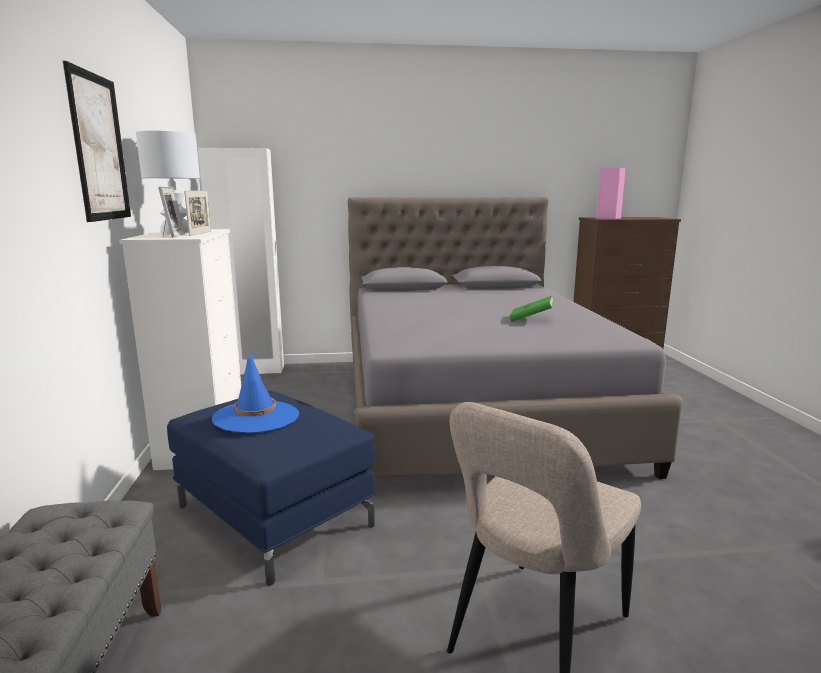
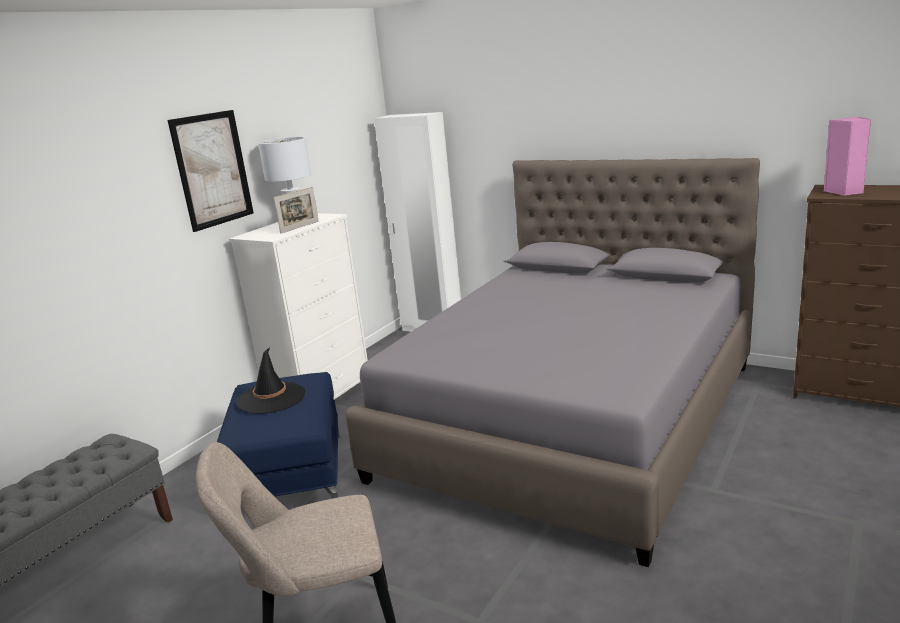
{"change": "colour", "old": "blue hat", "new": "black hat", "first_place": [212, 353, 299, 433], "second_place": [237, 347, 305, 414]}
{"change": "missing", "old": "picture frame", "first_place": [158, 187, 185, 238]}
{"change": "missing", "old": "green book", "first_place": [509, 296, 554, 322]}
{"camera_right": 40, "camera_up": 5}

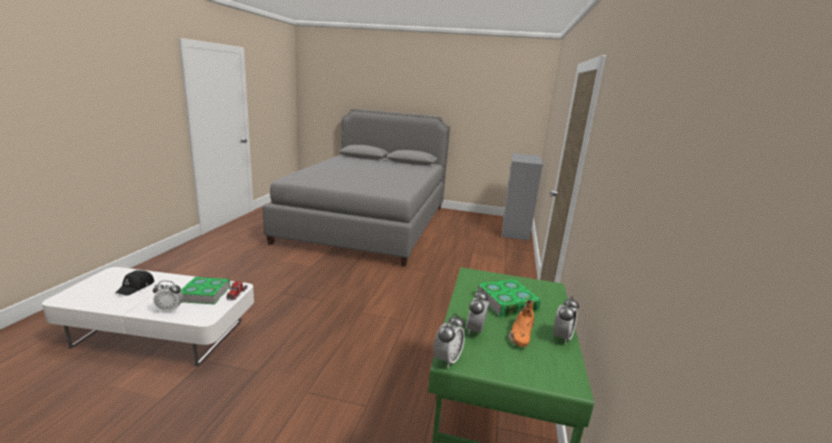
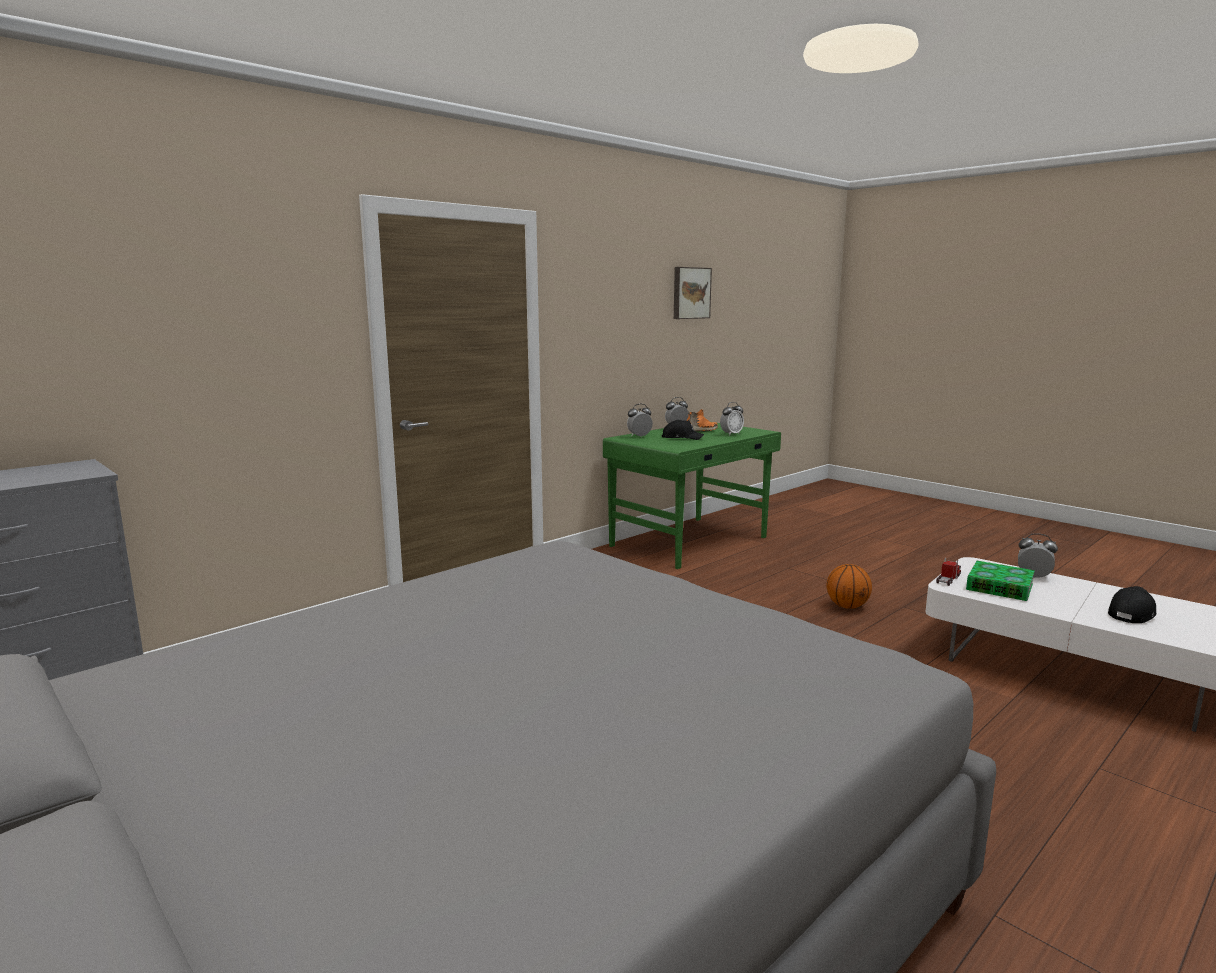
{"change": "relocated", "old": "alarm clock", "first_place": [433, 314, 465, 368], "second_place": [627, 404, 653, 437]}
{"change": "exchanged", "old": "book", "new": "black cap", "first_place": [478, 279, 541, 317], "second_place": [662, 420, 704, 440]}
{"change": "appeared", "new": "picture", "second_place": [674, 267, 712, 319]}
{"change": "appeared", "new": "basketball", "second_place": [826, 564, 872, 609]}
{"camera_right": -145, "camera_up": -5}

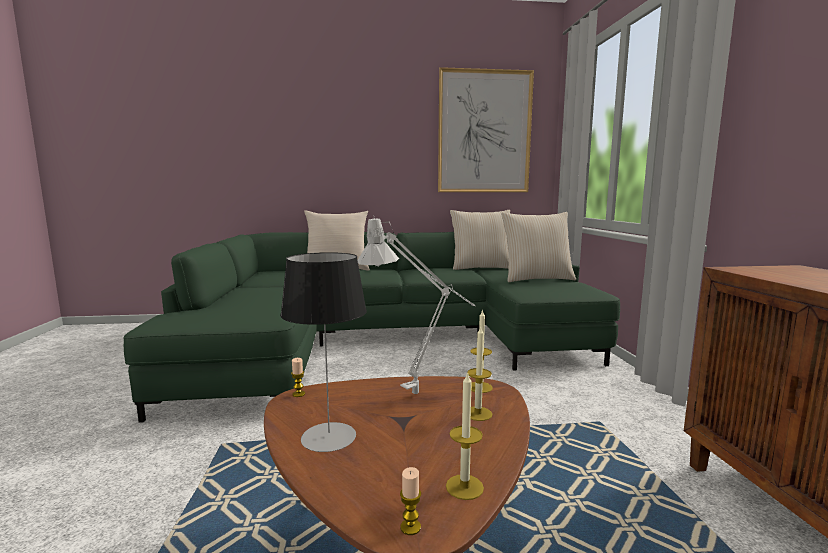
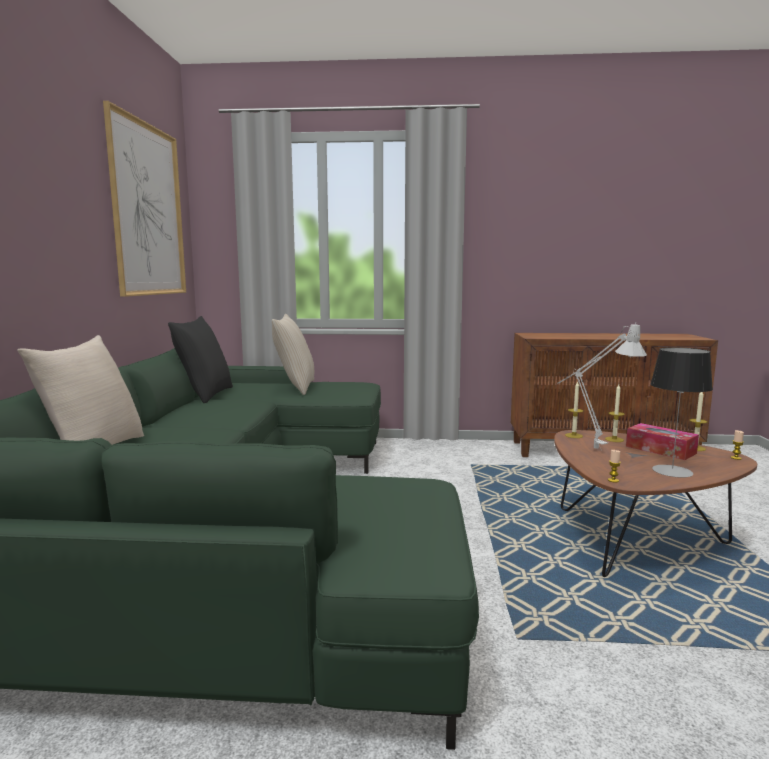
{"change": "colour", "old": "beige pillow", "new": "black pillow", "first_place": [450, 210, 510, 270], "second_place": [168, 316, 233, 403]}
{"change": "appeared", "new": "tissue box", "second_place": [626, 423, 699, 460]}
{"camera_right": -80, "camera_up": 0}

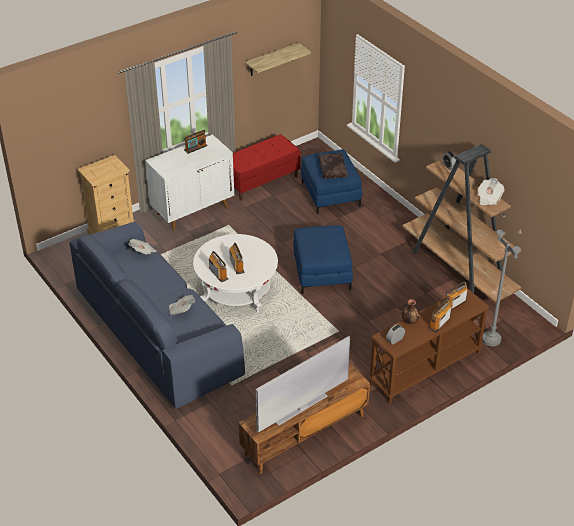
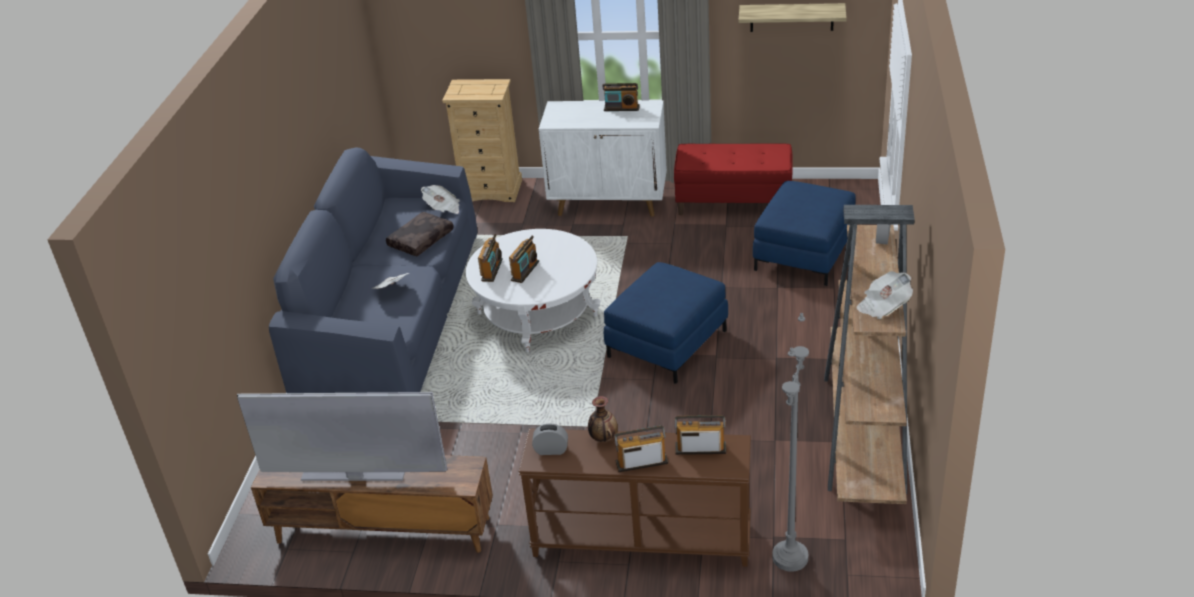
{"change": "relocated", "old": "brown pillow", "first_place": [319, 153, 348, 179], "second_place": [386, 212, 454, 256]}
{"camera_right": 45, "camera_up": -5}

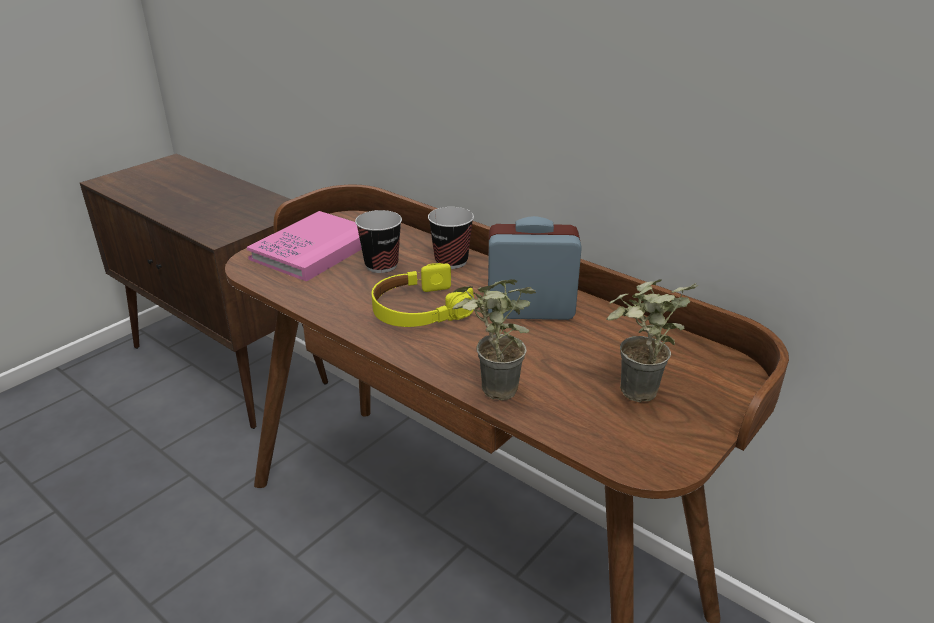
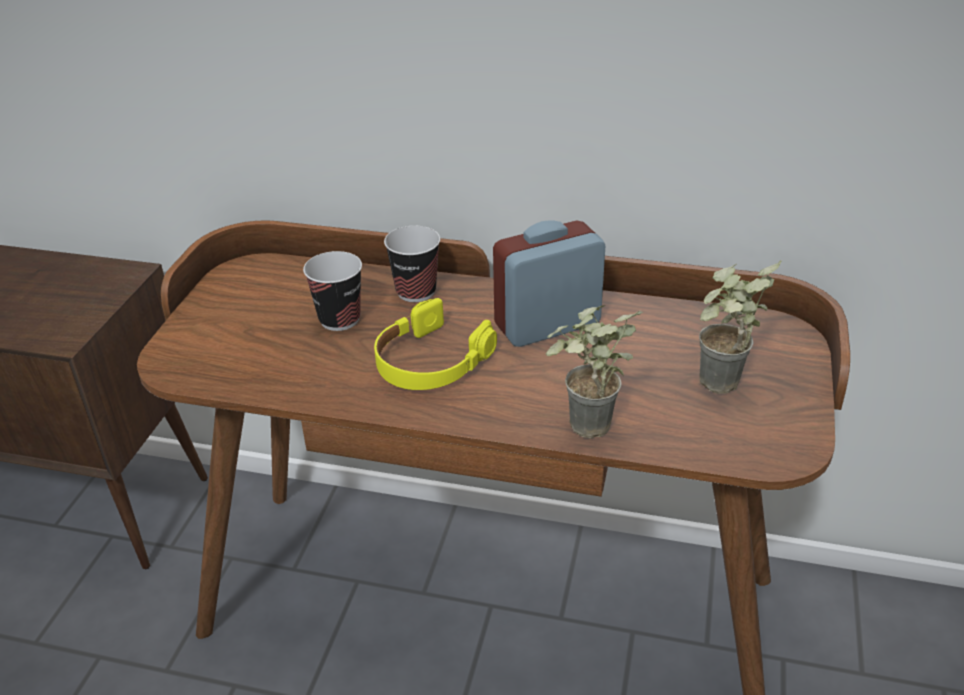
{"change": "missing", "old": "pink book", "first_place": [247, 211, 362, 282]}
{"camera_right": -25, "camera_up": 5}

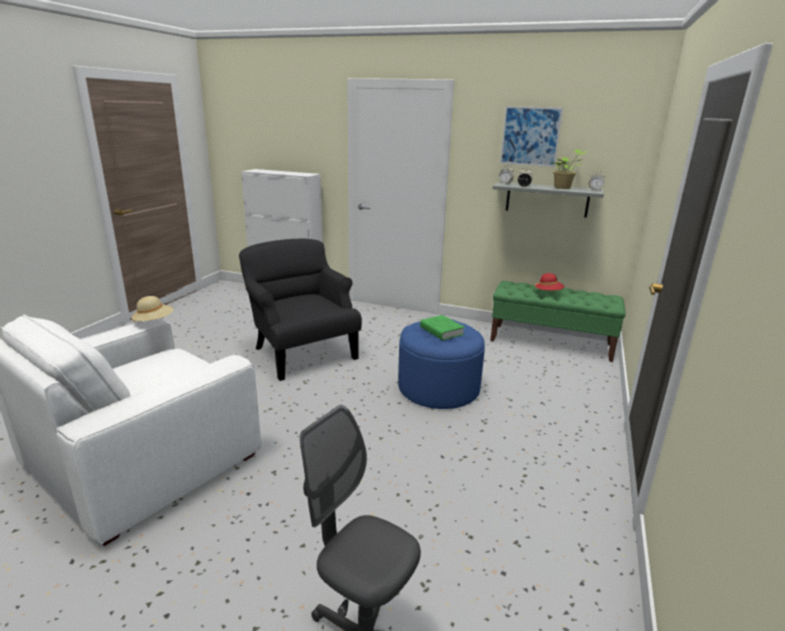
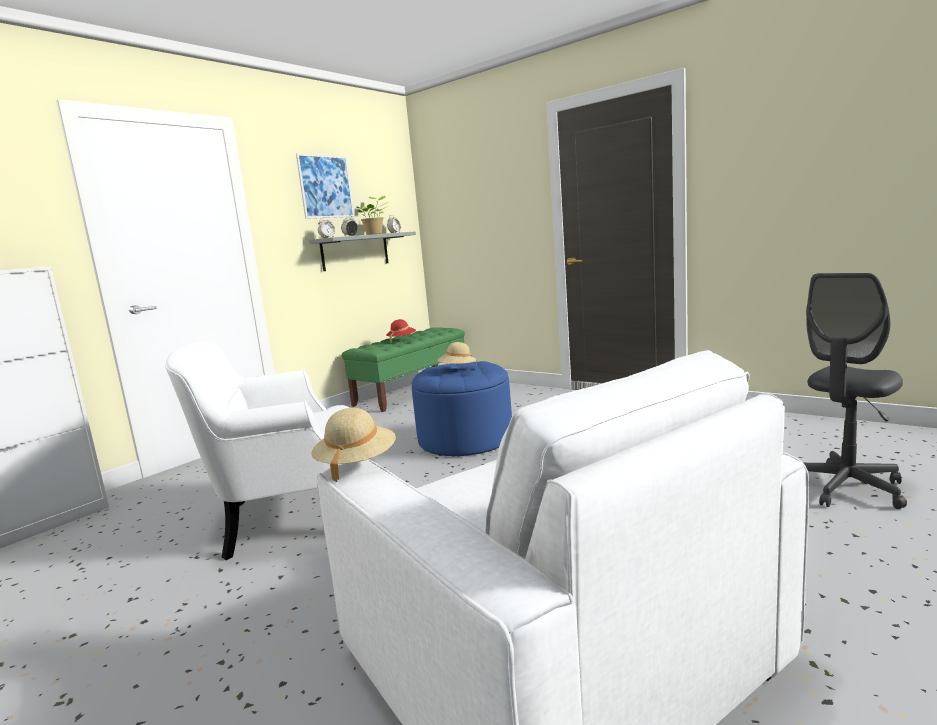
{"change": "colour", "old": "black armchair", "new": "white armchair", "first_place": [239, 239, 362, 381], "second_place": [165, 342, 349, 560]}
{"change": "exchanged", "old": "green book", "new": "beige hat", "first_place": [420, 315, 465, 340], "second_place": [437, 342, 477, 364]}
{"camera_right": -70, "camera_up": -10}

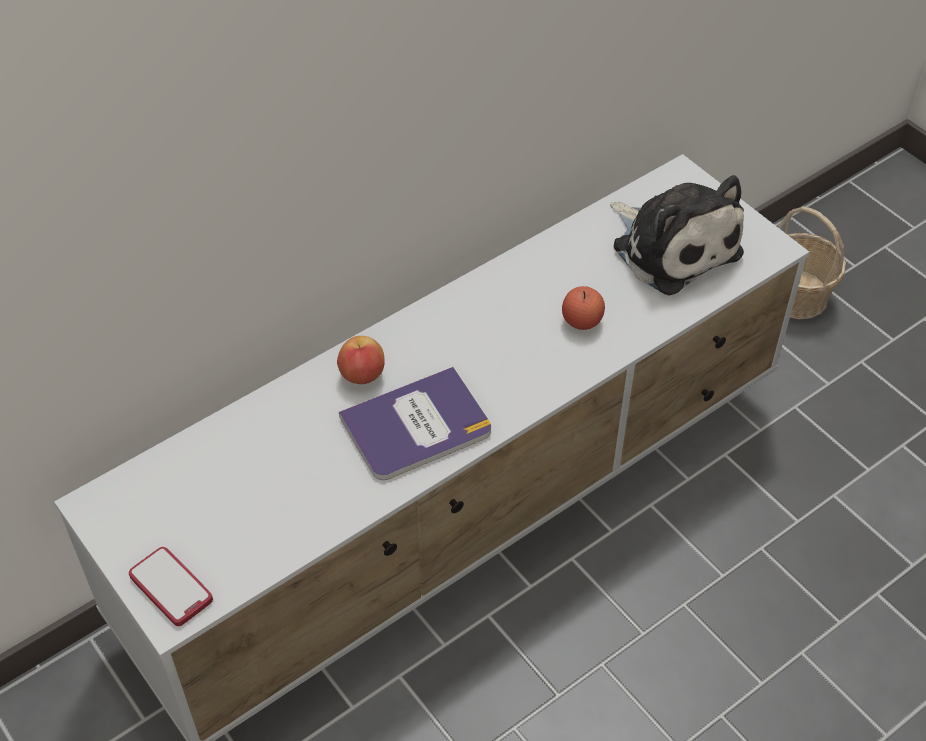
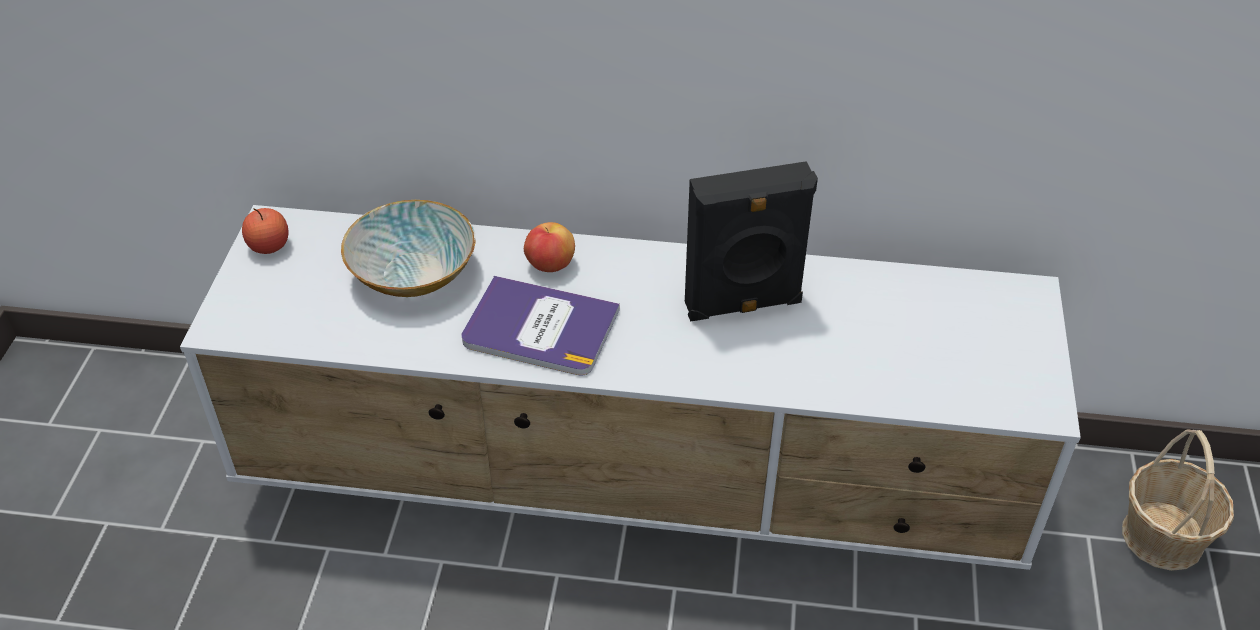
{"change": "relocated", "old": "apple", "first_place": [562, 286, 605, 330], "second_place": [242, 208, 289, 254]}
{"change": "appeared", "new": "bowl", "second_place": [341, 200, 476, 297]}
{"change": "appeared", "new": "black speaker", "second_place": [685, 161, 818, 322]}
{"change": "missing", "old": "phone", "first_place": [129, 547, 213, 626]}
{"change": "missing", "old": "plush toy", "first_place": [610, 175, 744, 296]}
{"camera_right": 45, "camera_up": -5}

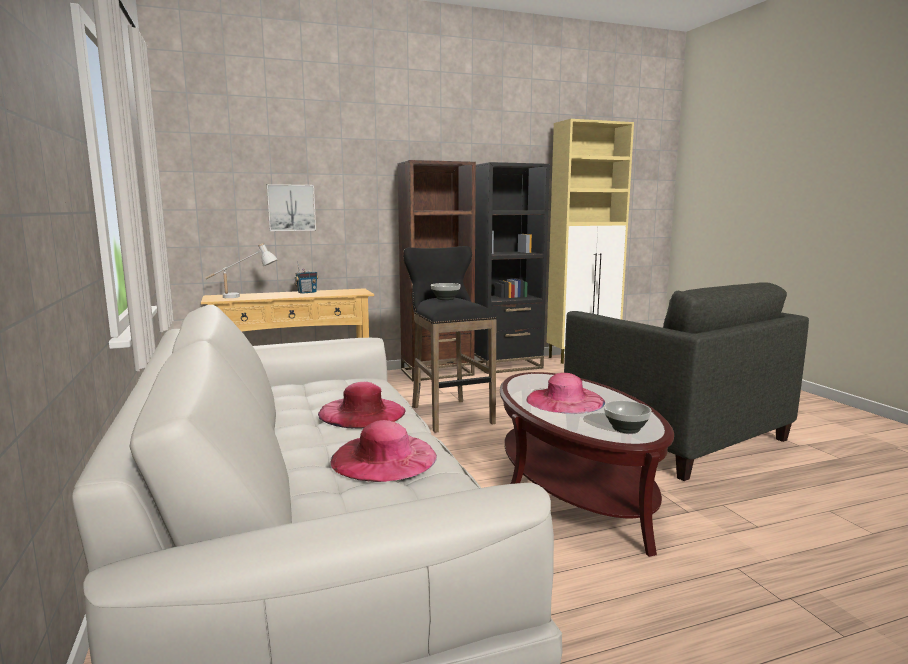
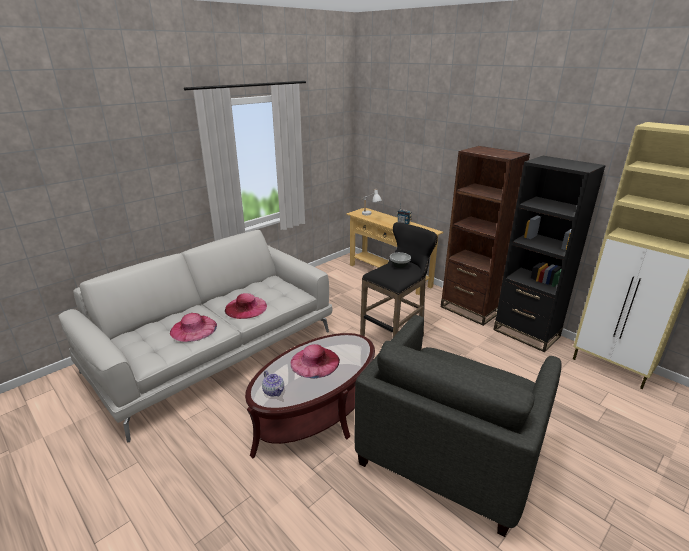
{"change": "exchanged", "old": "bowl", "new": "teapot", "first_place": [604, 401, 652, 434], "second_place": [262, 370, 284, 397]}
{"change": "missing", "old": "picture", "first_place": [267, 184, 316, 231]}
{"camera_right": 65, "camera_up": 15}

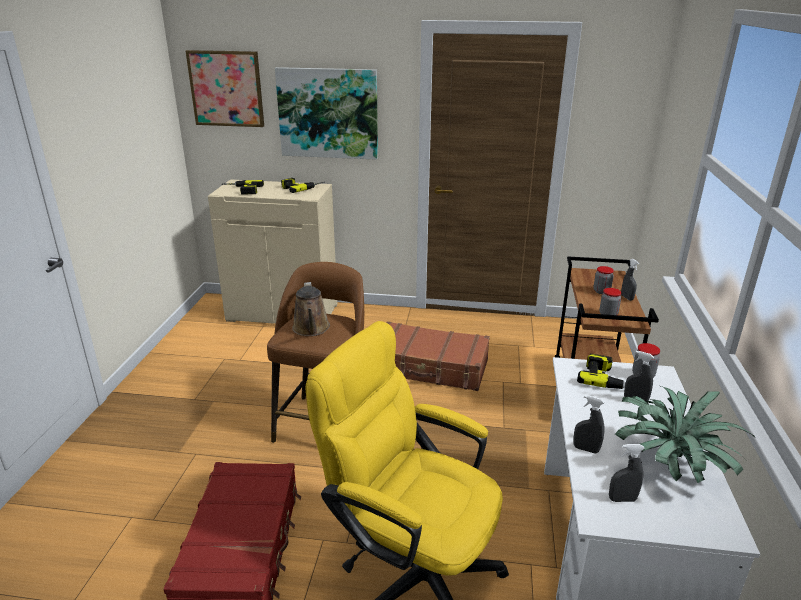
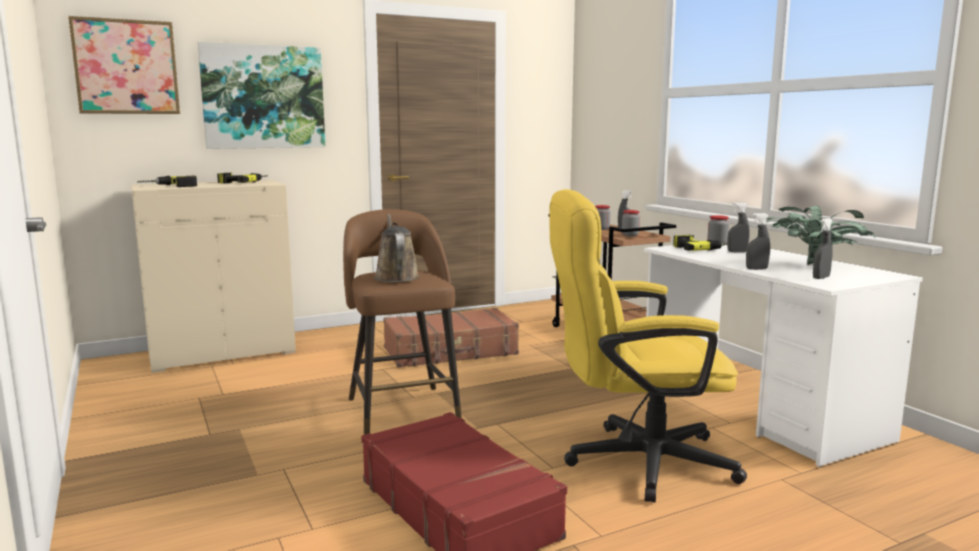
{"change": "spun", "old": "brown watering can", "first_place": [292, 282, 330, 336], "second_place": [374, 214, 419, 282], "degrees": -150}
{"camera_right": -35, "camera_up": -15}

